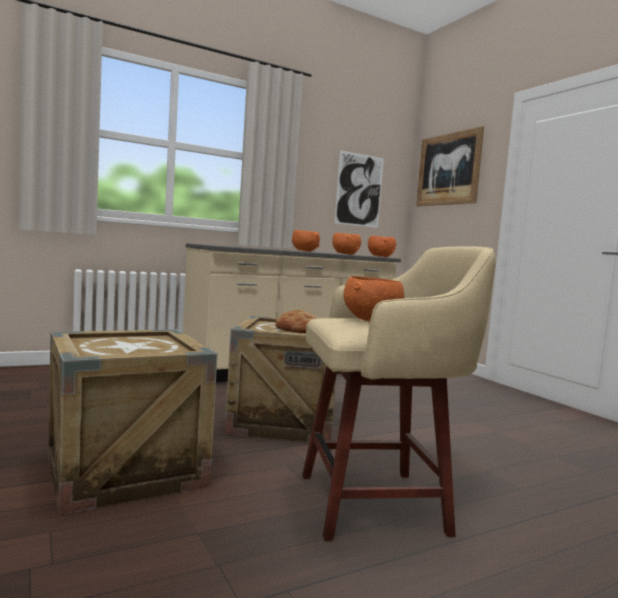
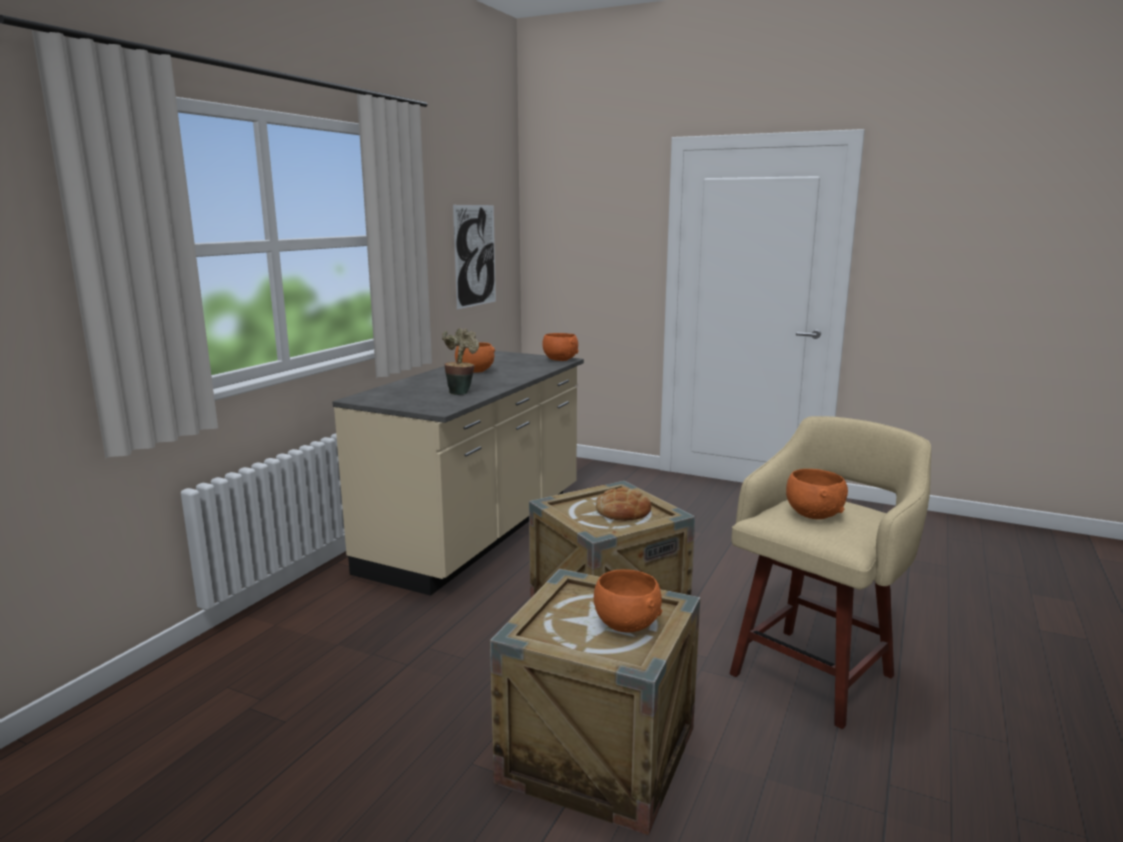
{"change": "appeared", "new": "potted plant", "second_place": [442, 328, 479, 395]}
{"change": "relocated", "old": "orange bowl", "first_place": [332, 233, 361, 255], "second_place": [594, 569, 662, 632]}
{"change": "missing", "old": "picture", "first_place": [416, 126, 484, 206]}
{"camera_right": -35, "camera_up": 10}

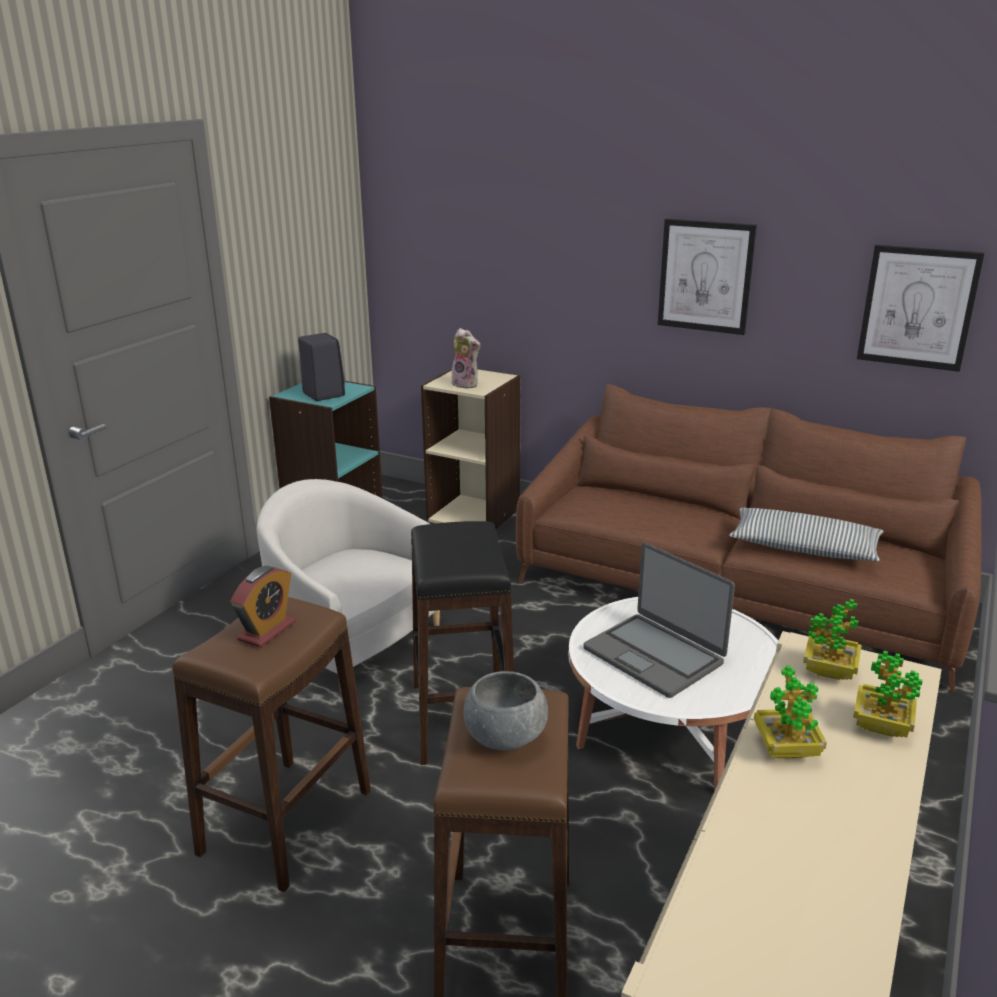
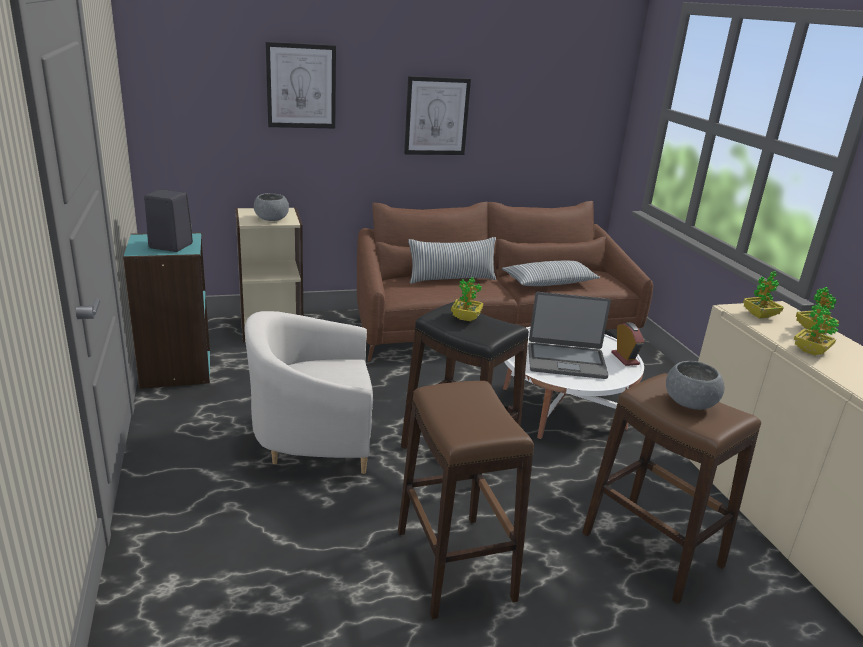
{"change": "exchanged", "old": "plush toy", "new": "grey bowl", "first_place": [450, 328, 480, 389], "second_place": [254, 193, 289, 221]}
{"change": "relocated", "old": "picture", "first_place": [857, 245, 985, 372], "second_place": [266, 42, 336, 129]}
{"change": "appeared", "new": "pillow", "second_place": [408, 237, 496, 284]}
{"change": "appeared", "new": "potted plant", "second_place": [451, 277, 483, 321]}
{"change": "relocated", "old": "alarm clock", "first_place": [230, 566, 296, 648], "second_place": [611, 322, 644, 366]}
{"camera_right": -45, "camera_up": 0}

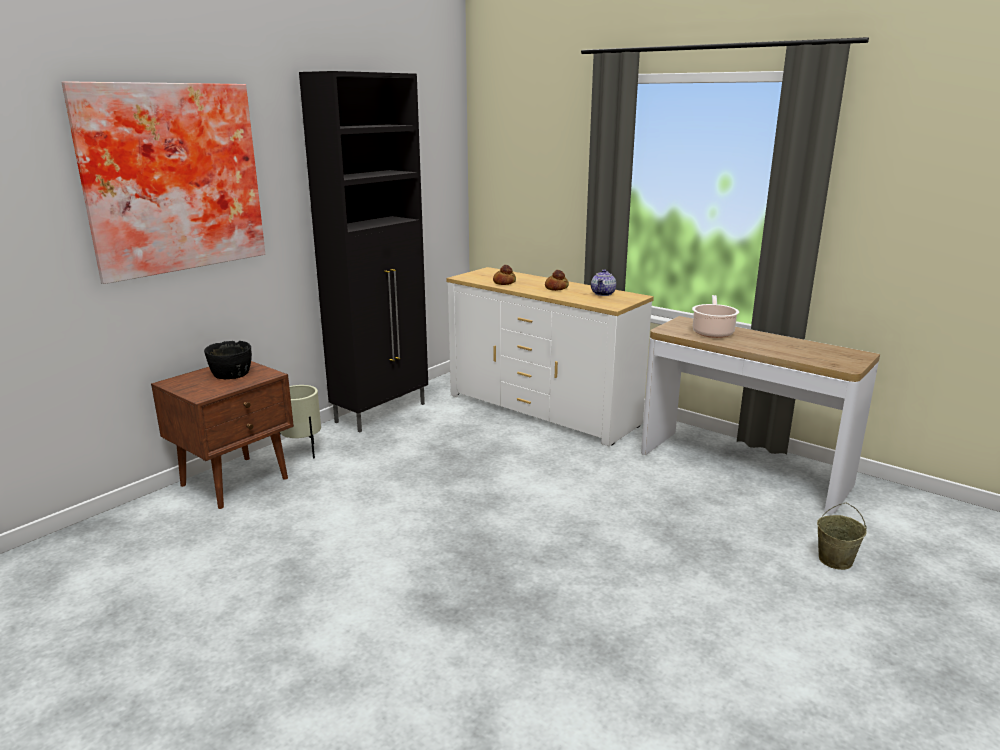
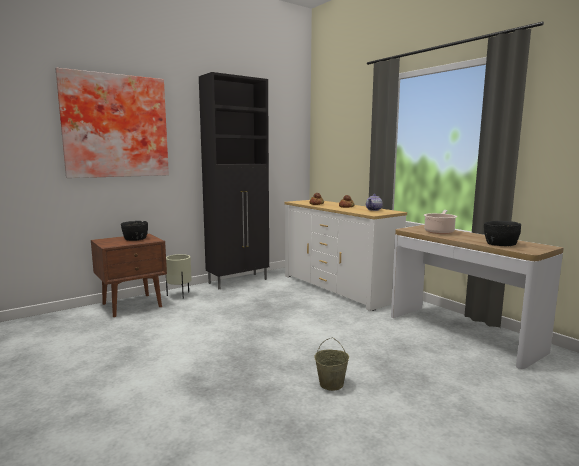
{"change": "relocated", "old": "beige bucket", "first_place": [817, 503, 867, 570], "second_place": [315, 337, 349, 391]}
{"change": "appeared", "new": "black bowl", "second_place": [484, 221, 521, 246]}
{"camera_right": 15, "camera_up": -10}

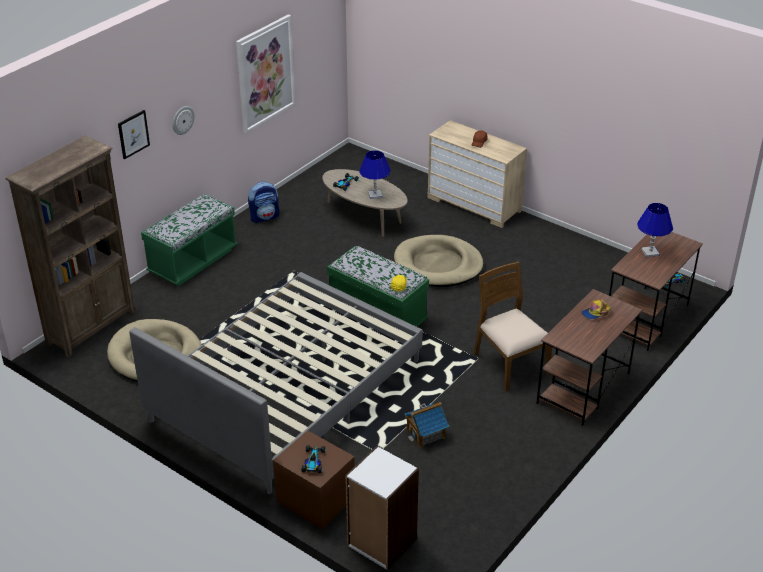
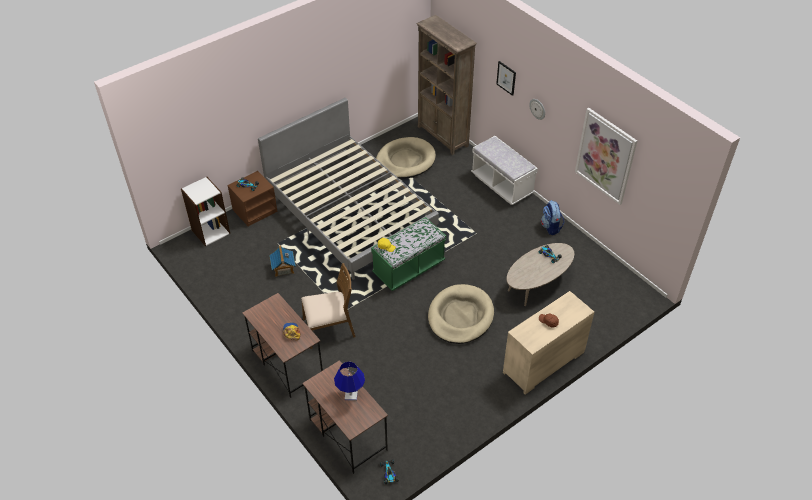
{"change": "colour", "old": "green bench", "new": "white bench", "first_place": [141, 194, 238, 286], "second_place": [471, 136, 538, 205]}
{"change": "missing", "old": "blue table lamp", "first_place": [360, 150, 390, 199]}
{"camera_right": 105, "camera_up": 10}

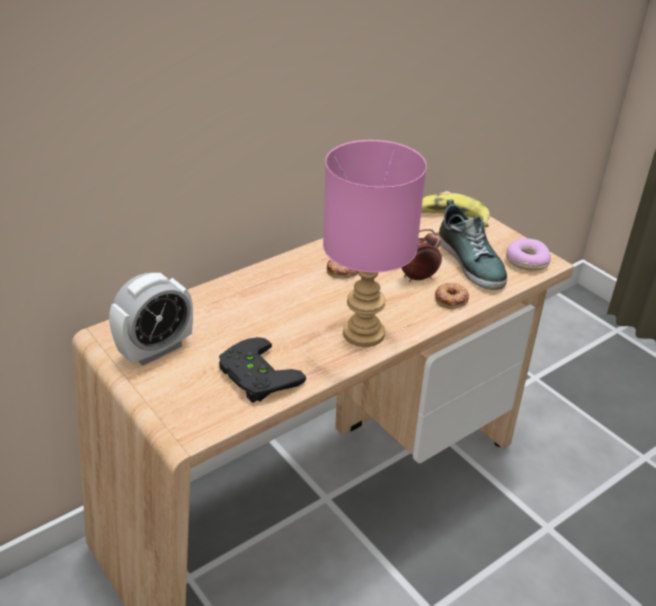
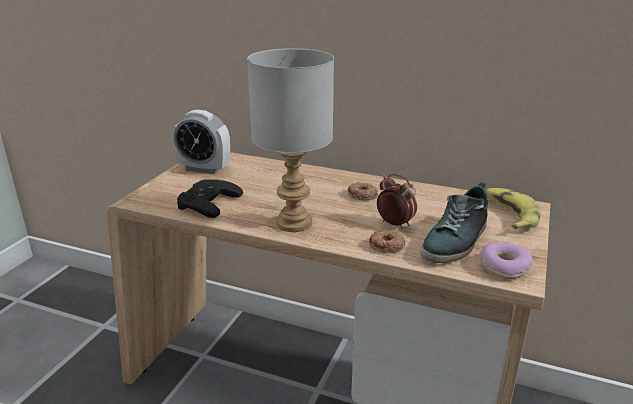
{"change": "colour", "old": "pink table lamp", "new": "grey table lamp", "first_place": [323, 140, 427, 347], "second_place": [247, 48, 334, 232]}
{"camera_right": 60, "camera_up": -10}

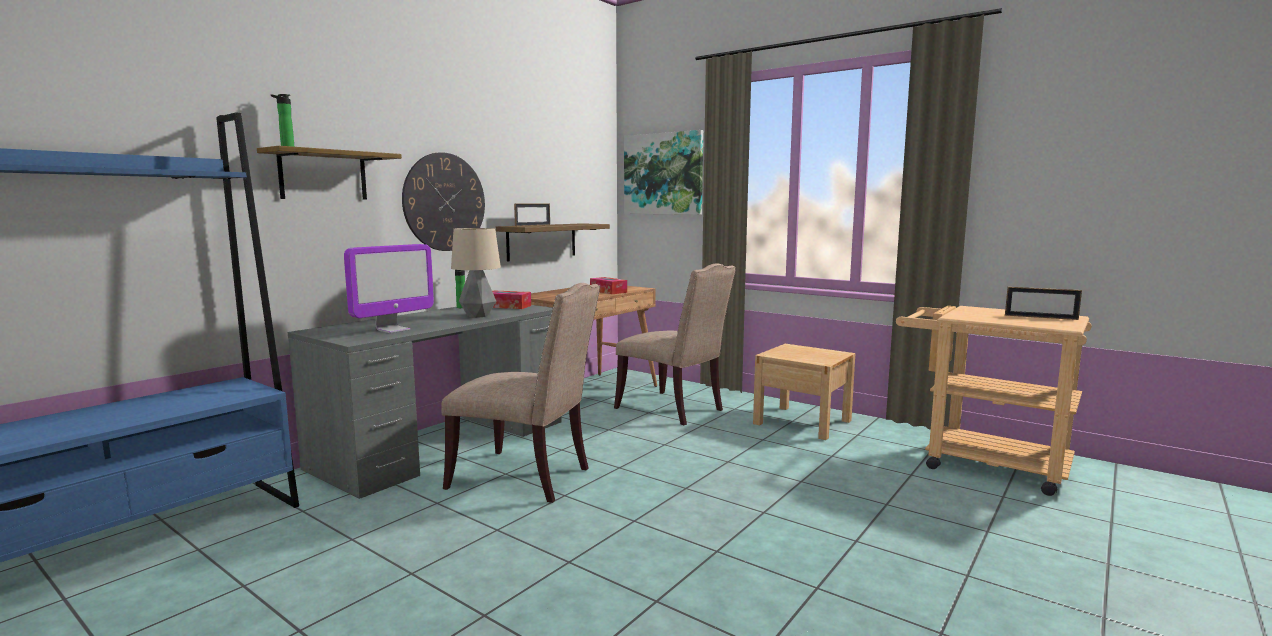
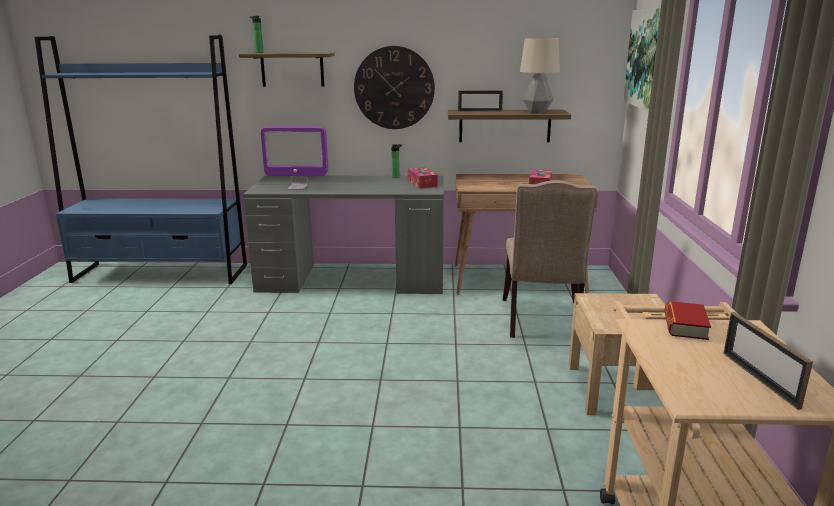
{"change": "relocated", "old": "table lamp", "first_place": [451, 228, 501, 318], "second_place": [520, 38, 560, 113]}
{"change": "appeared", "new": "book", "second_place": [665, 301, 711, 340]}
{"change": "missing", "old": "beige chair", "first_place": [441, 283, 600, 503]}
{"camera_right": 55, "camera_up": 10}

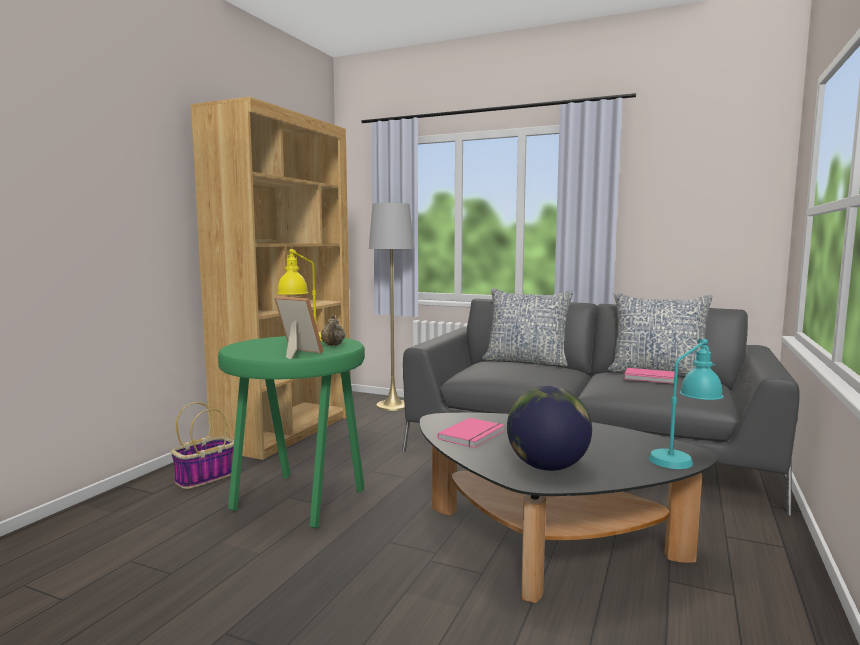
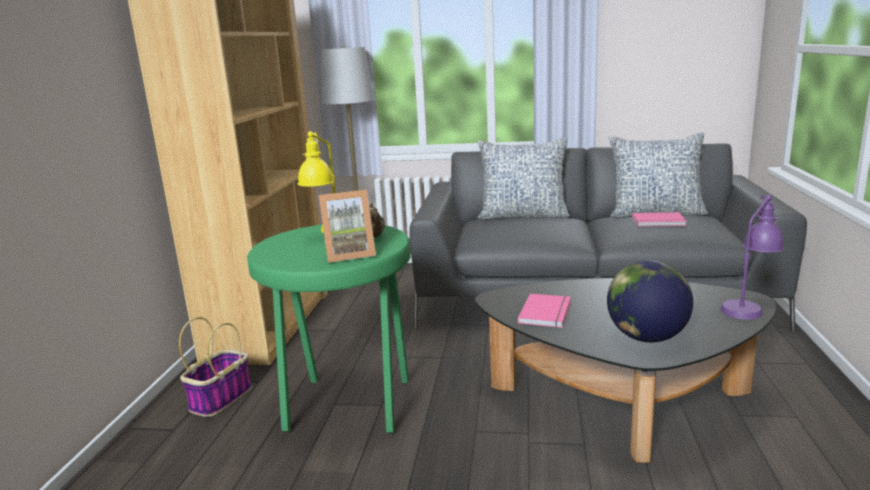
{"change": "spun", "old": "picture frame", "first_place": [275, 296, 323, 359], "second_place": [319, 190, 376, 263], "degrees": 150}
{"change": "colour", "old": "turquoise table lamp", "new": "purple table lamp", "first_place": [649, 339, 724, 469], "second_place": [720, 195, 784, 320]}
{"camera_right": -15, "camera_up": 10}

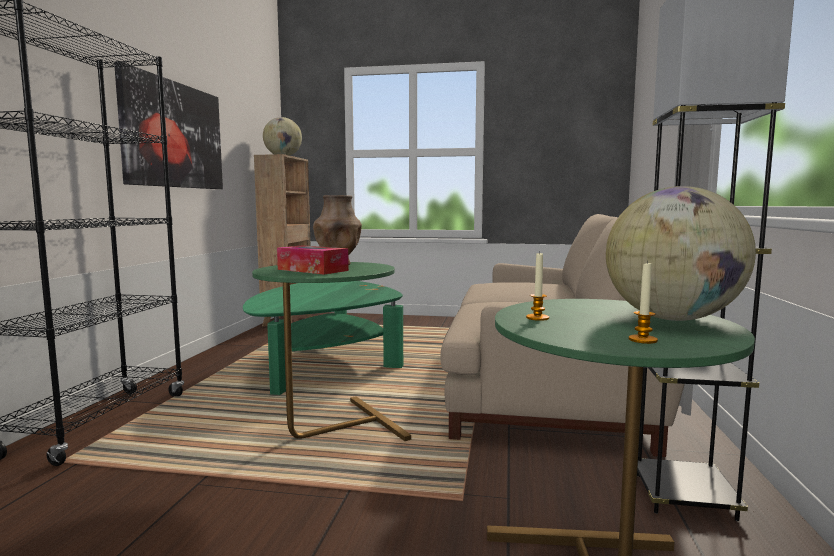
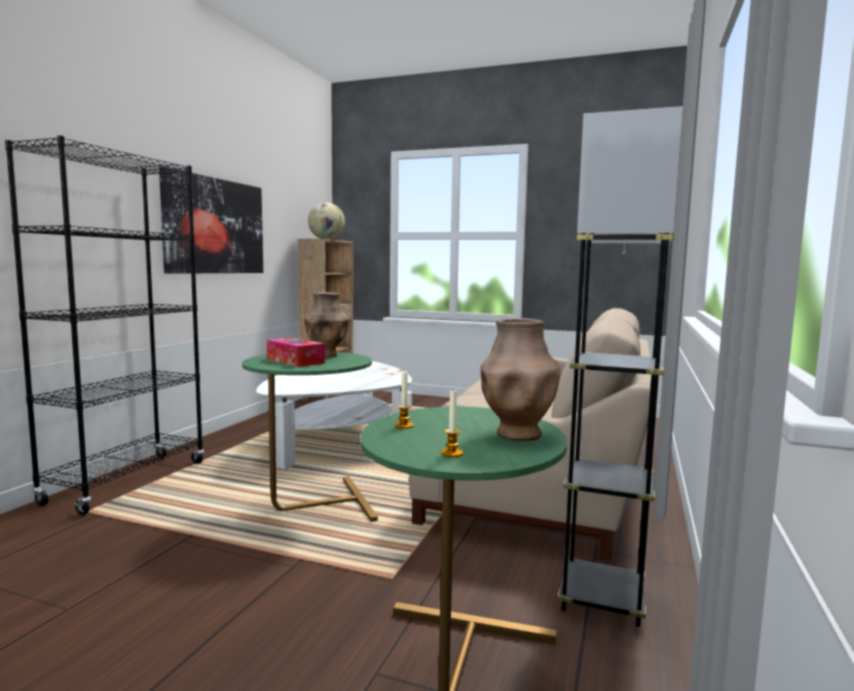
{"change": "colour", "old": "green coffee table", "new": "white coffee table", "first_place": [243, 281, 403, 395], "second_place": [256, 361, 412, 469]}
{"change": "exchanged", "old": "globe", "new": "brown vase", "first_place": [606, 186, 756, 321], "second_place": [480, 318, 561, 441]}
{"camera_right": 10, "camera_up": 0}

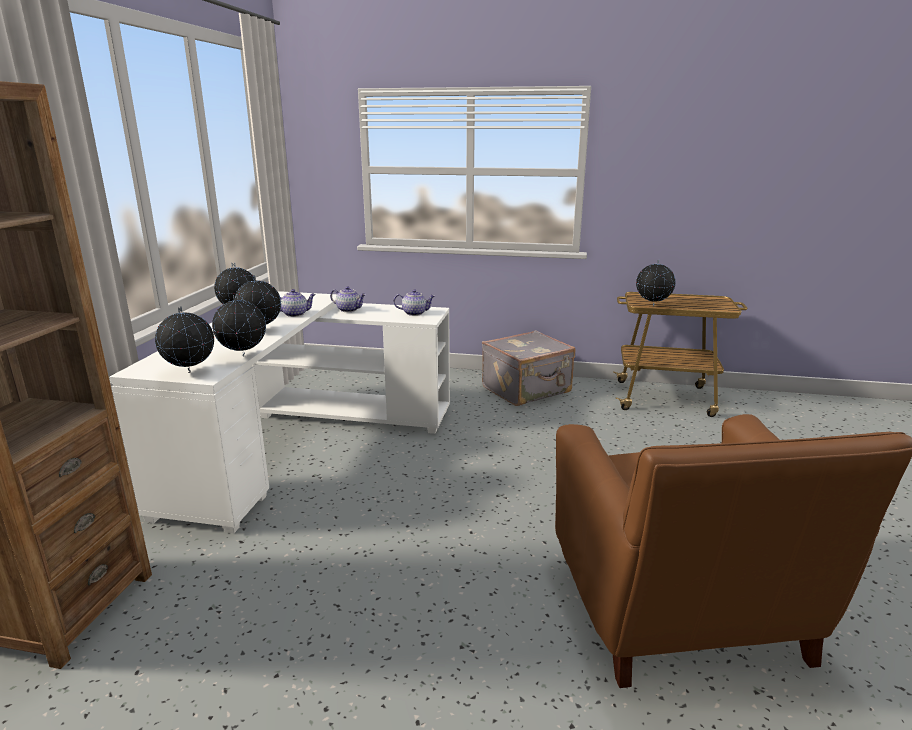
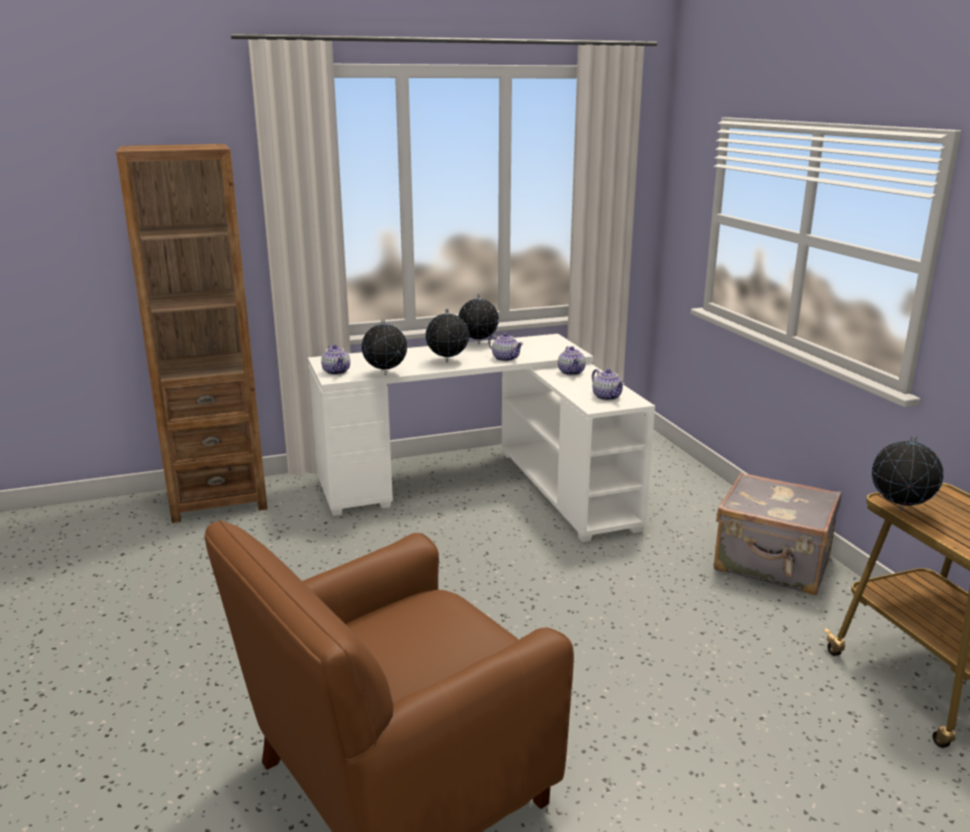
{"change": "exchanged", "old": "globe", "new": "teapot", "first_place": [155, 306, 214, 373], "second_place": [321, 345, 350, 375]}
{"camera_right": 60, "camera_up": 0}

